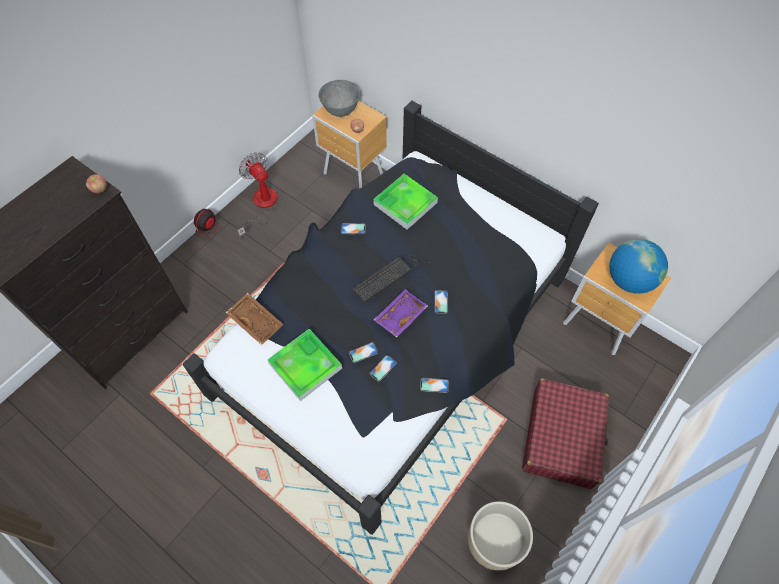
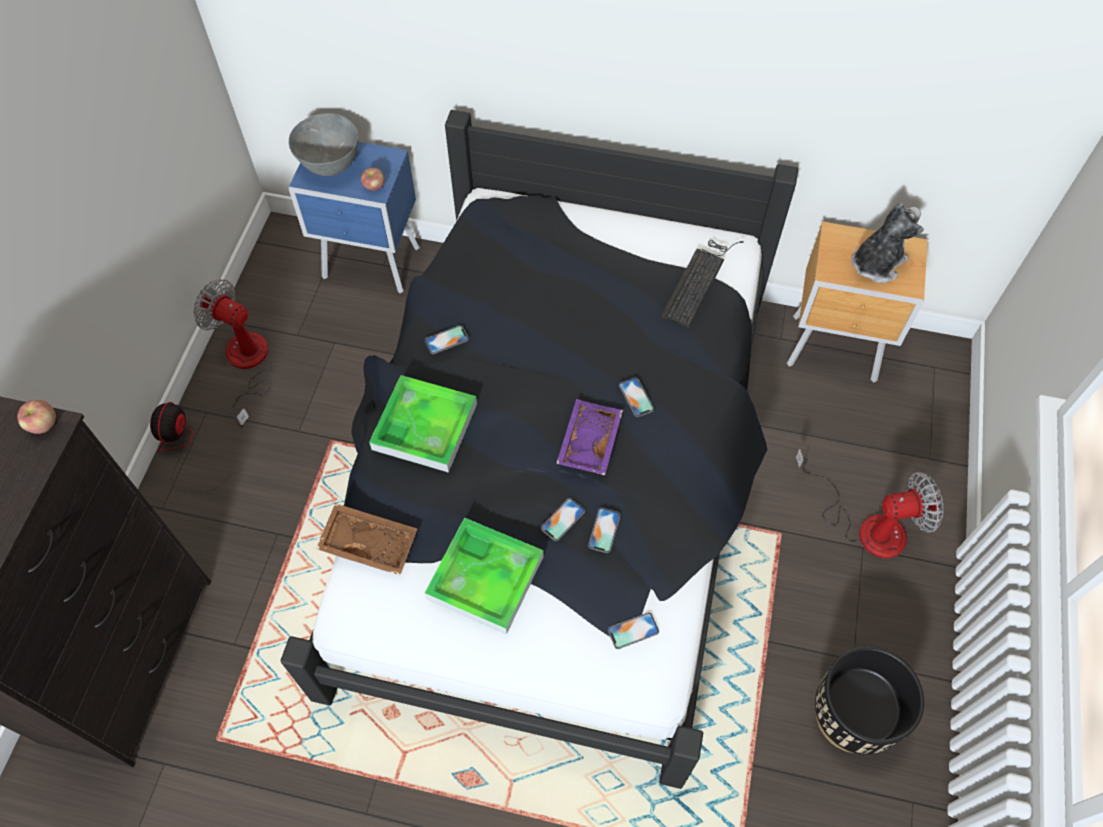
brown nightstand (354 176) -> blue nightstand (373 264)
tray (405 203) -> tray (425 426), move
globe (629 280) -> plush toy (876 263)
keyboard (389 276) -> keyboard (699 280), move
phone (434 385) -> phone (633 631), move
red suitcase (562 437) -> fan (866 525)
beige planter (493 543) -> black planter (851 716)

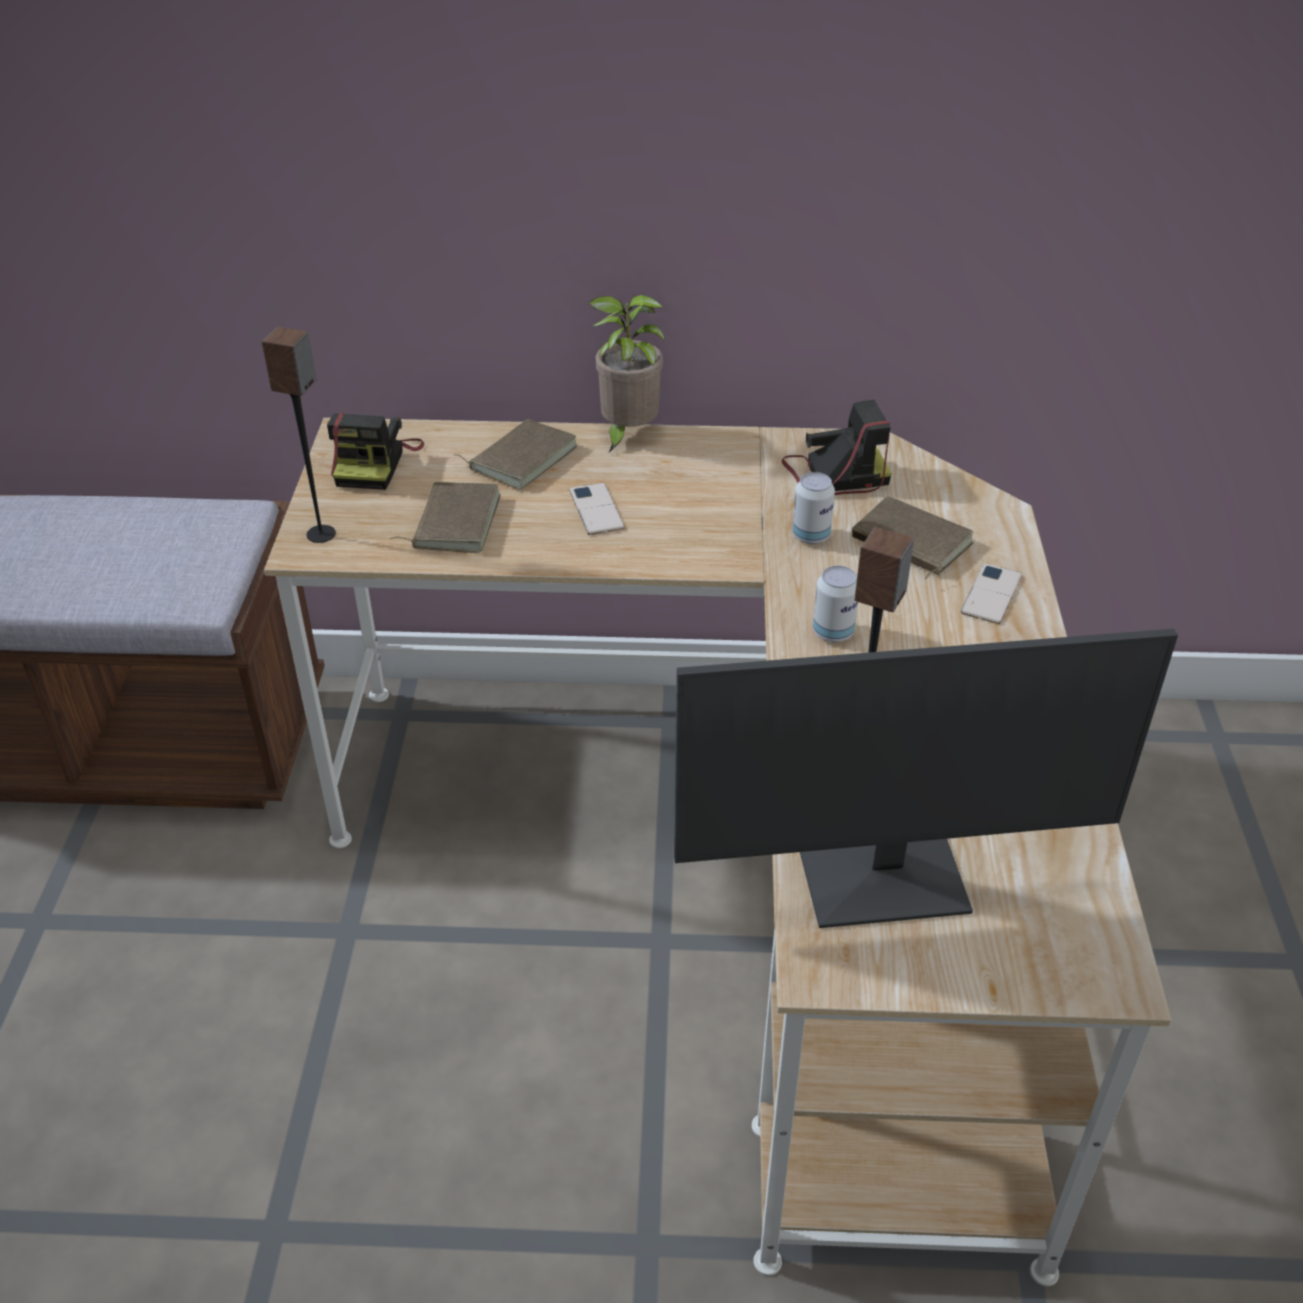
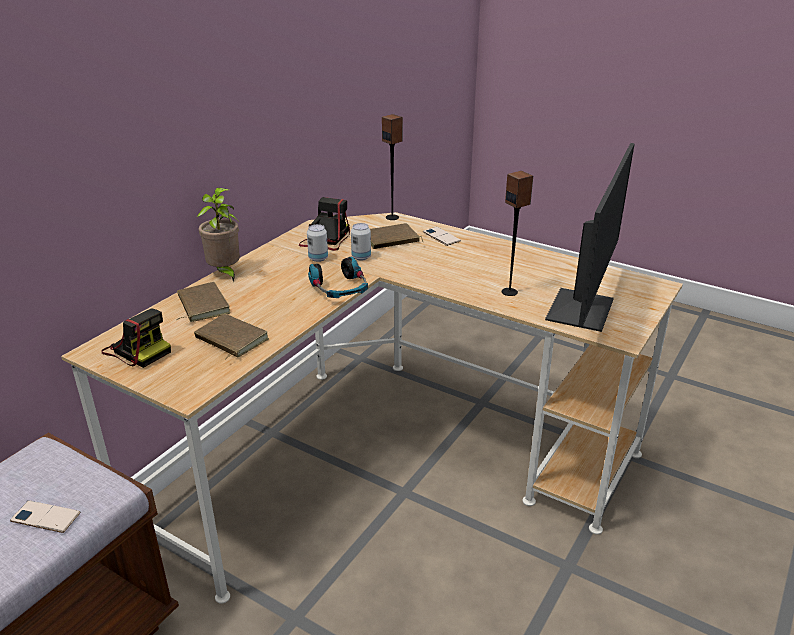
speaker (321 534) -> speaker (392 217), move
phone (596 509) -> phone (45 517), move
can (833 632) -> can (318 258), move
none -> headphones (339 289)

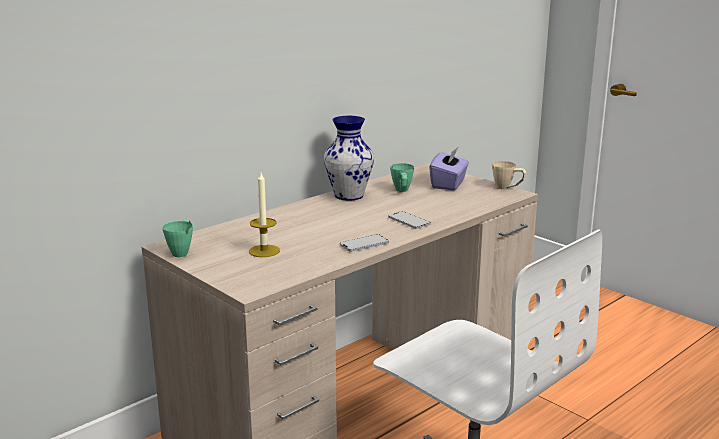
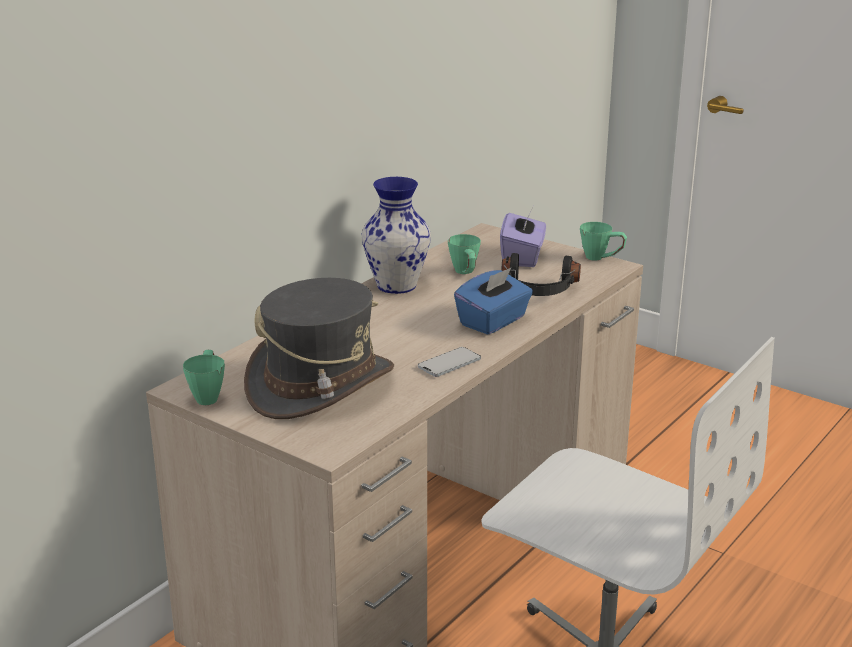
beige mug (507 188) -> green mug (601 258)
candle (264 251) -> grey hat (320 385)
phone (409 221) -> blue tissue box (493 321)
none -> black headphones (538 291)

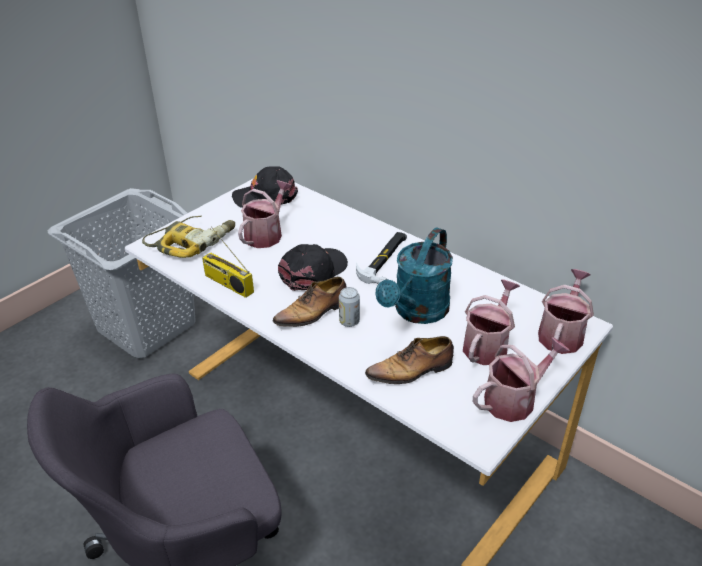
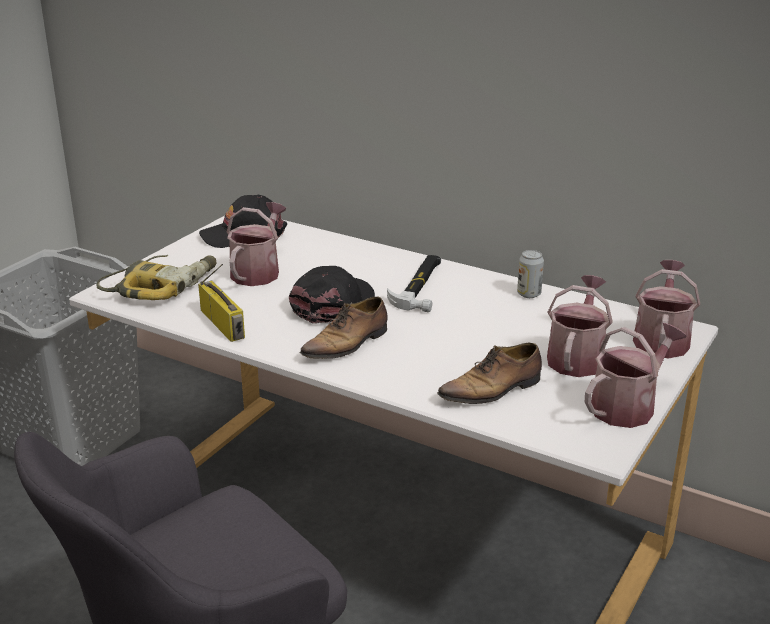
radio (227 283) -> radio (224 324), 150 degrees counterclockwise
turquoise watering can (417 312) -> none
can (349 321) -> can (529 294), move

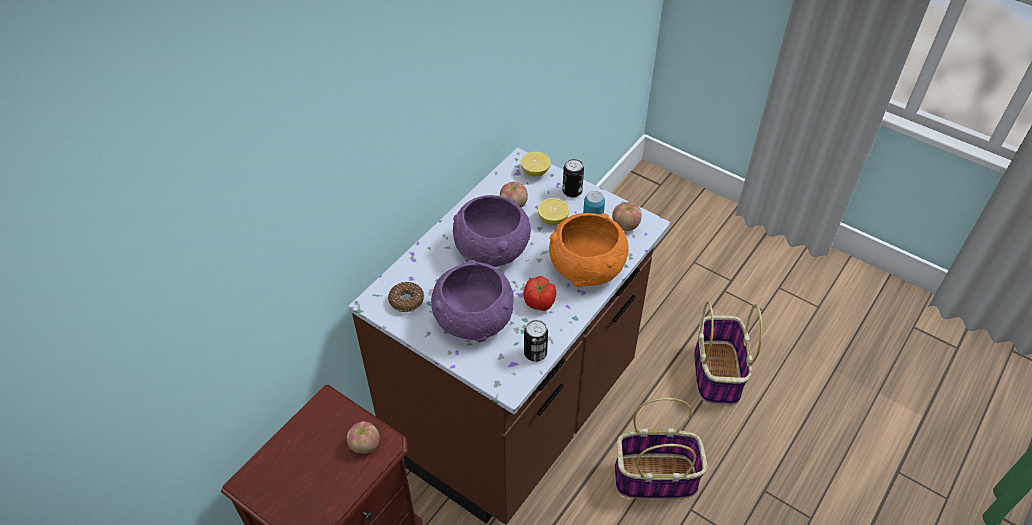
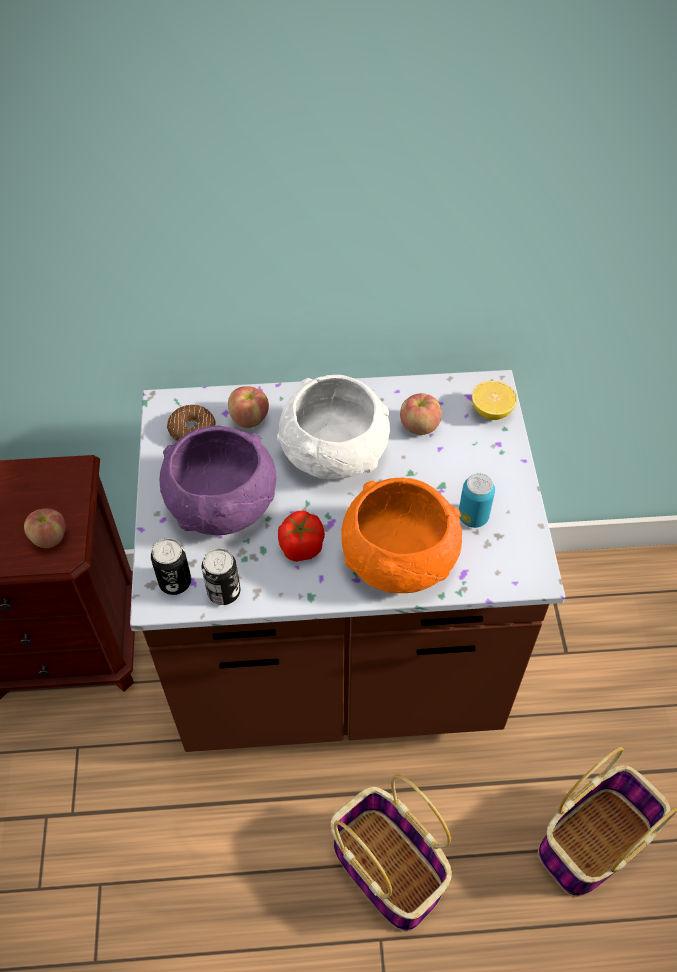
can (572 191) -> can (175 582), move
purple bowl (491 249) -> white bowl (334 451)
lemon (552 219) -> none
apple (625 225) -> apple (249 418), move

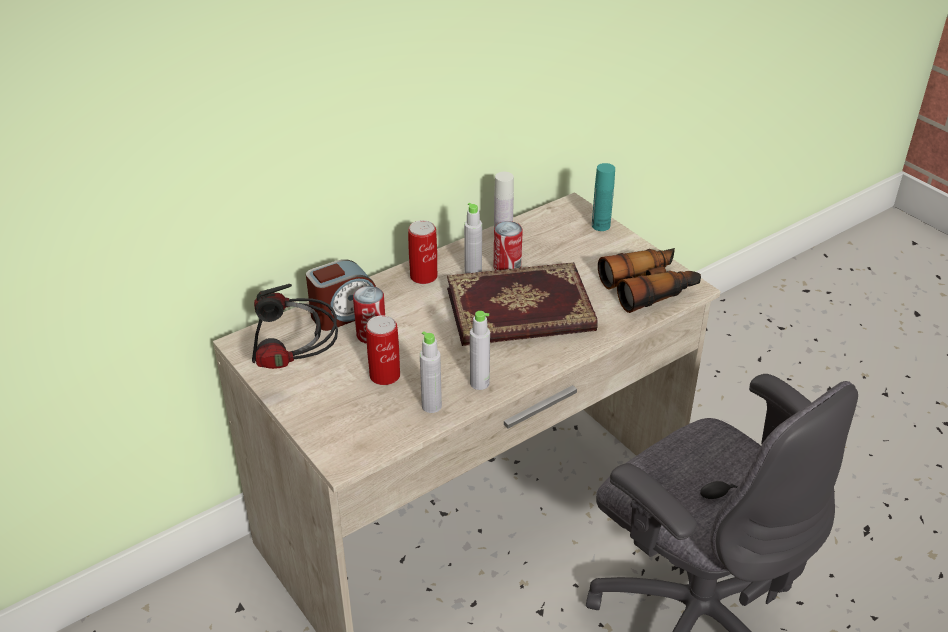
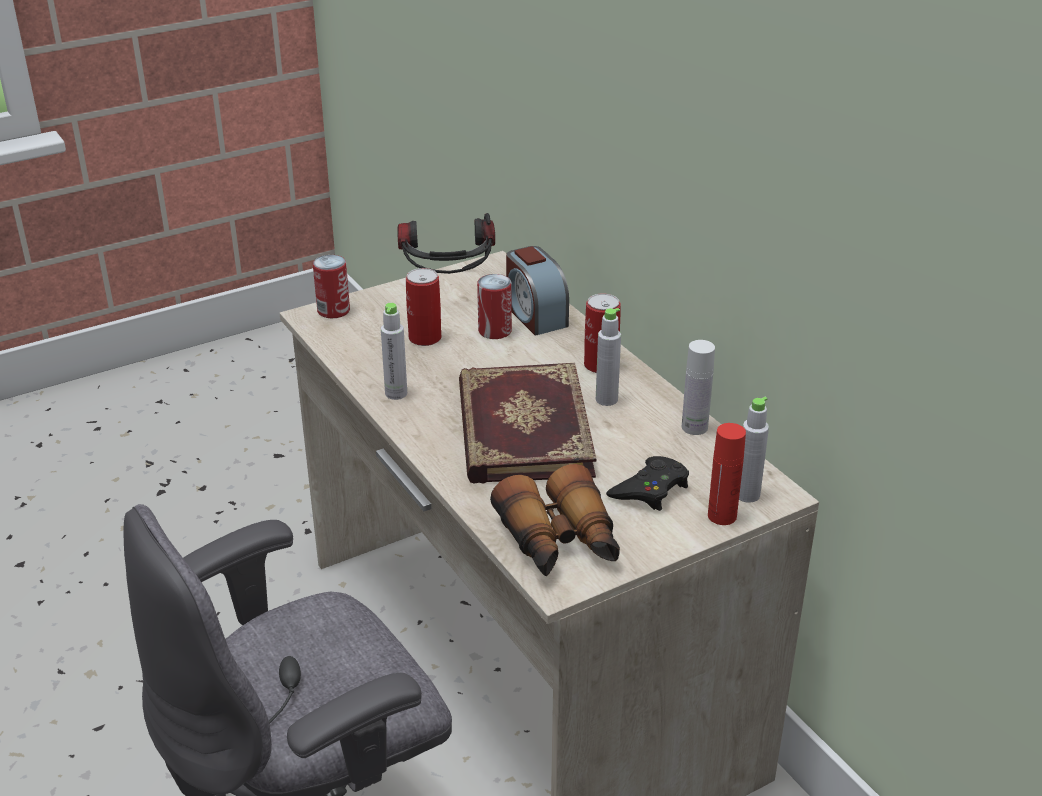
turquoise bottle (600 226) -> red bottle (722 516)
can (507 267) -> can (333 310), move
grey bottle (431 406) -> grey bottle (747 495), move
none -> black game controller (650 489)

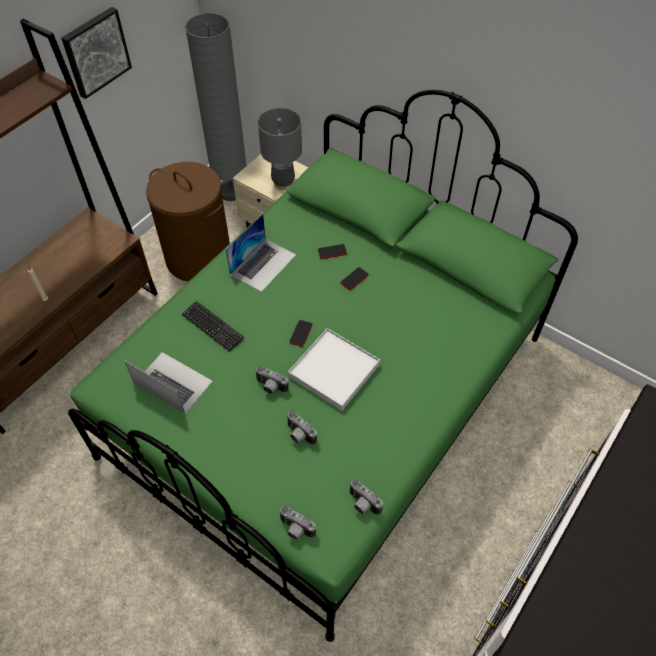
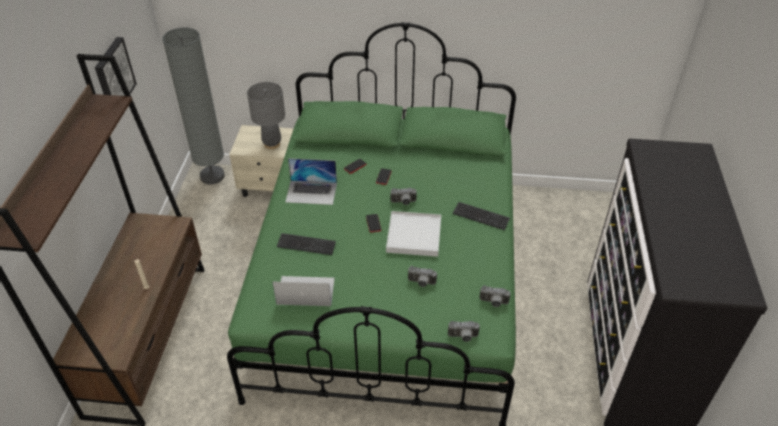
brown laundry basket (199 257) -> none
laptop (263 264) -> laptop (311 192), 90 degrees clockwise
photo camera (270 387) -> photo camera (403 202), move
none -> keyboard (481 217)

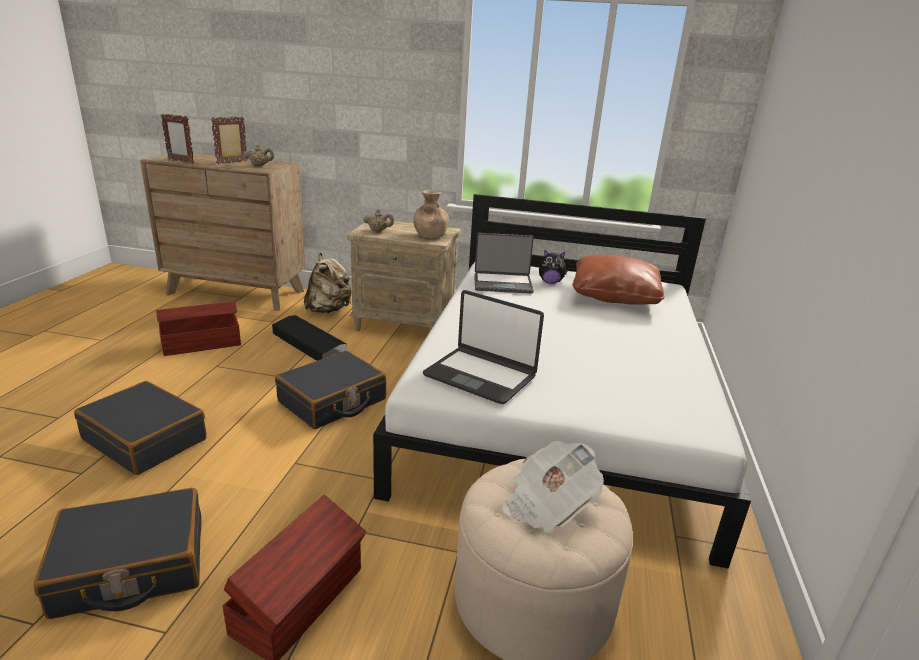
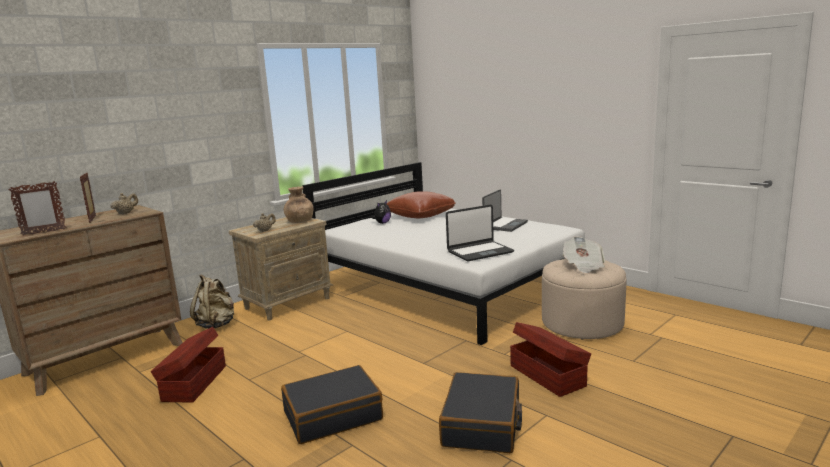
laptop (503 284) -> laptop (504 225), move
black storage box (309 344) -> none
black suitcase (332 401) -> none

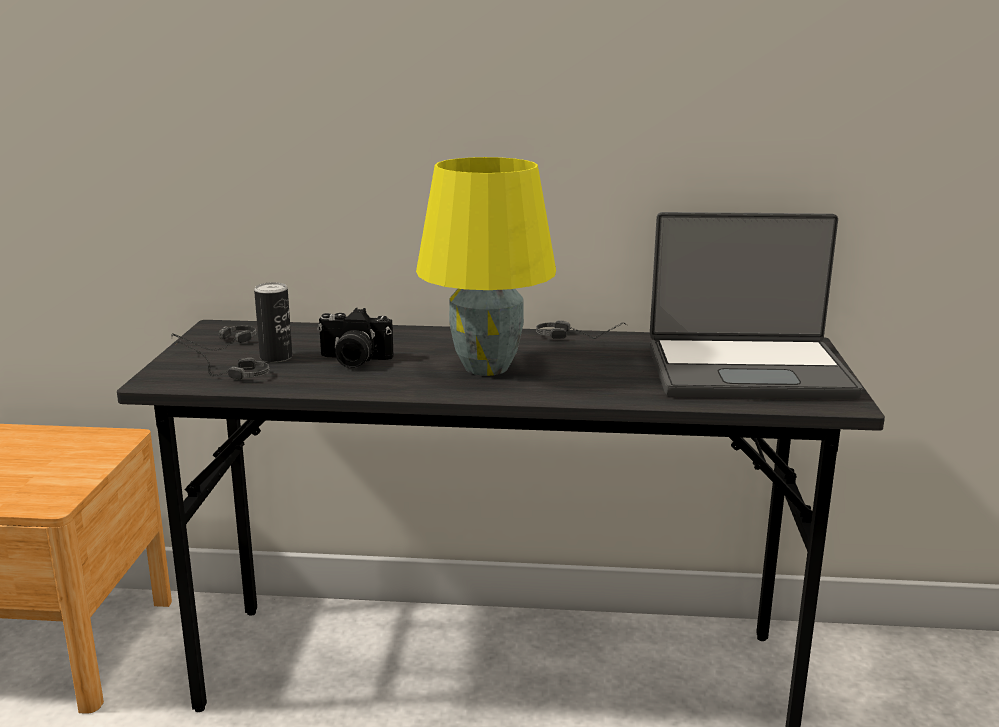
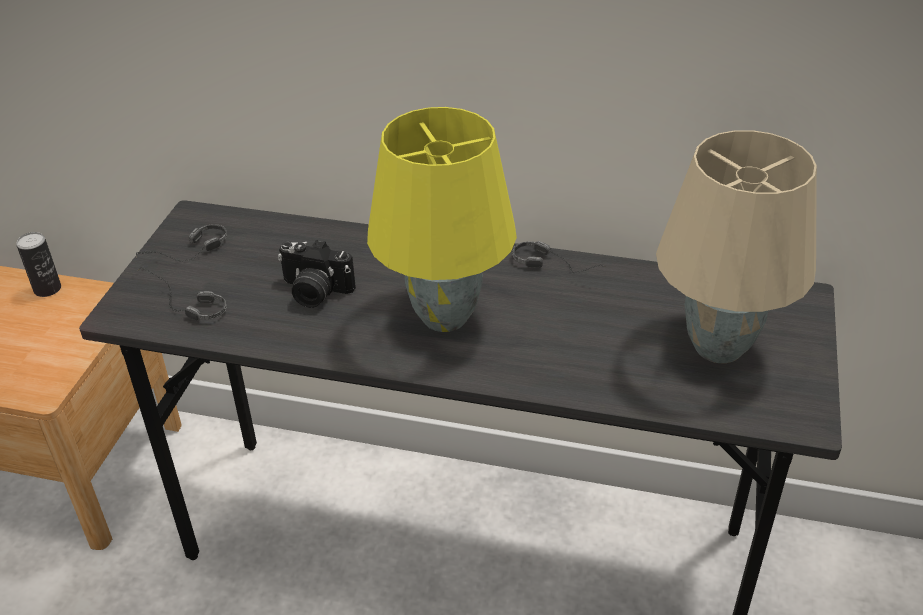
laptop (747 371) -> beige table lamp (719 346)
can (276 357) -> can (47 289), move

